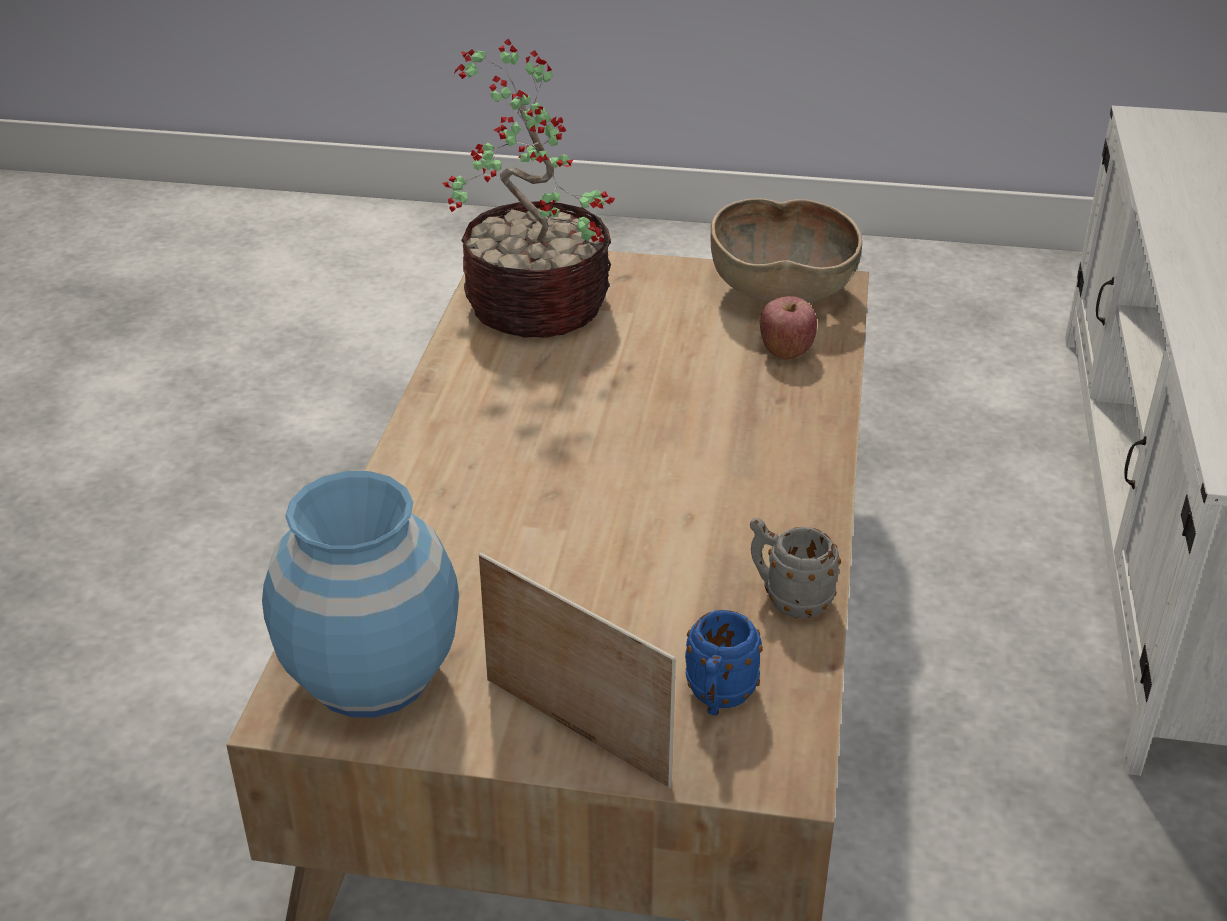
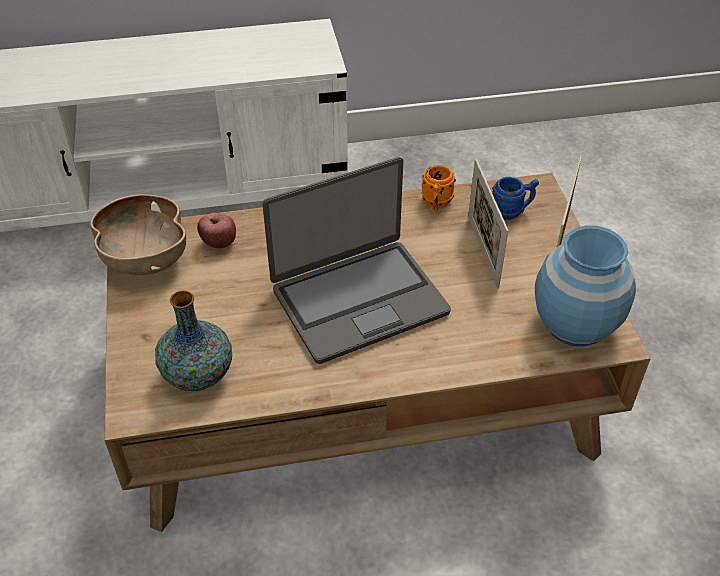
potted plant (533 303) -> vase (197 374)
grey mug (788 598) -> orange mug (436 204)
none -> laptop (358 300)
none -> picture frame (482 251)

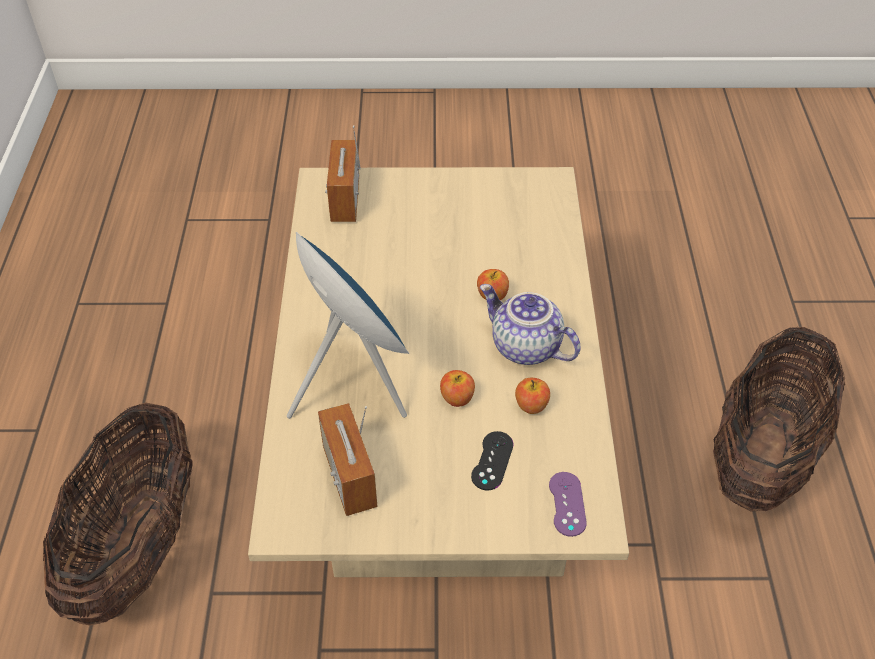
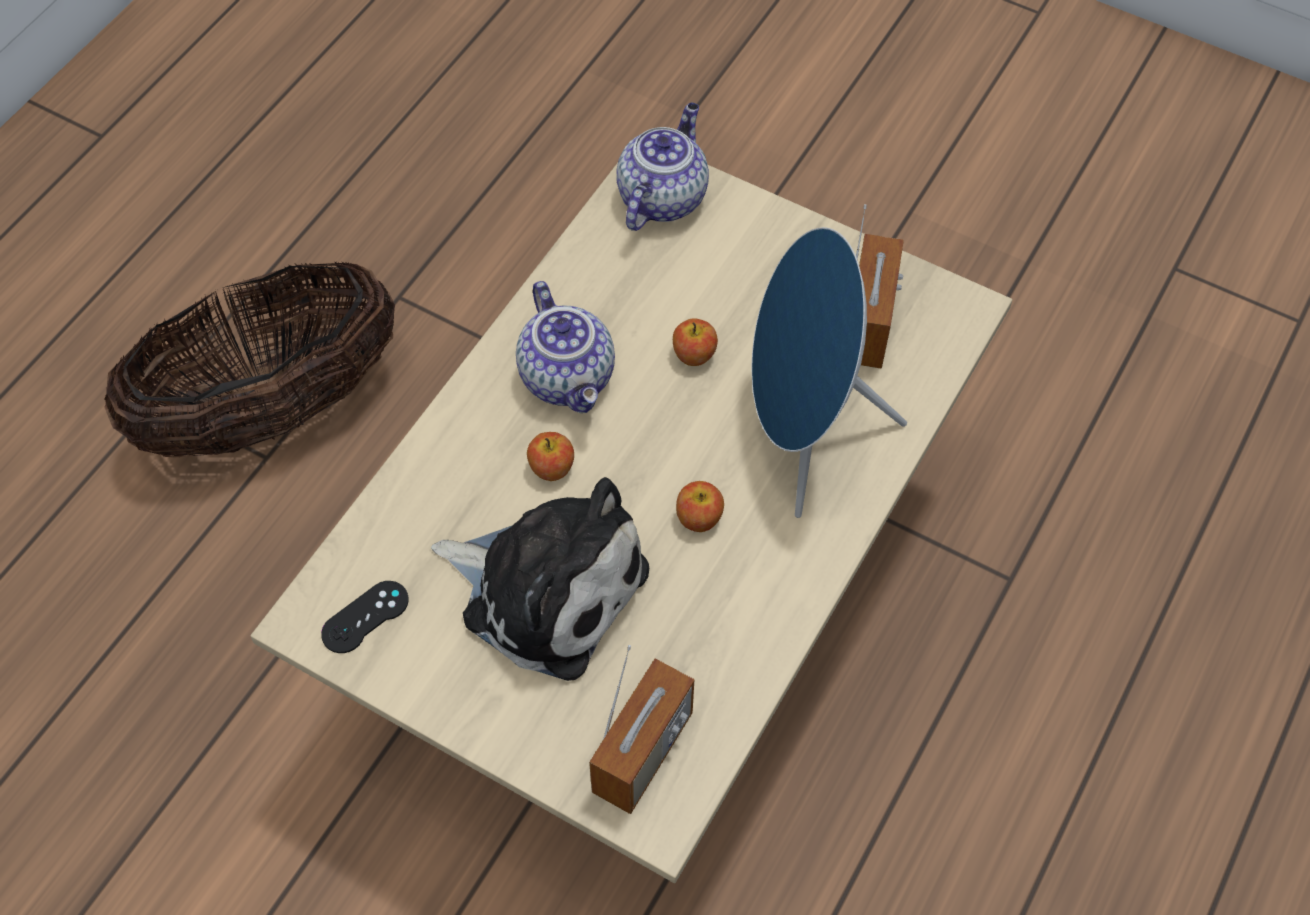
apple (531 405) -> apple (699 518), move
basket (138 546) -> none
black game controller (492 461) -> black game controller (365 617), move
purple game controller (567 504) -> teapot (662 197)
none -> plush toy (546 588)

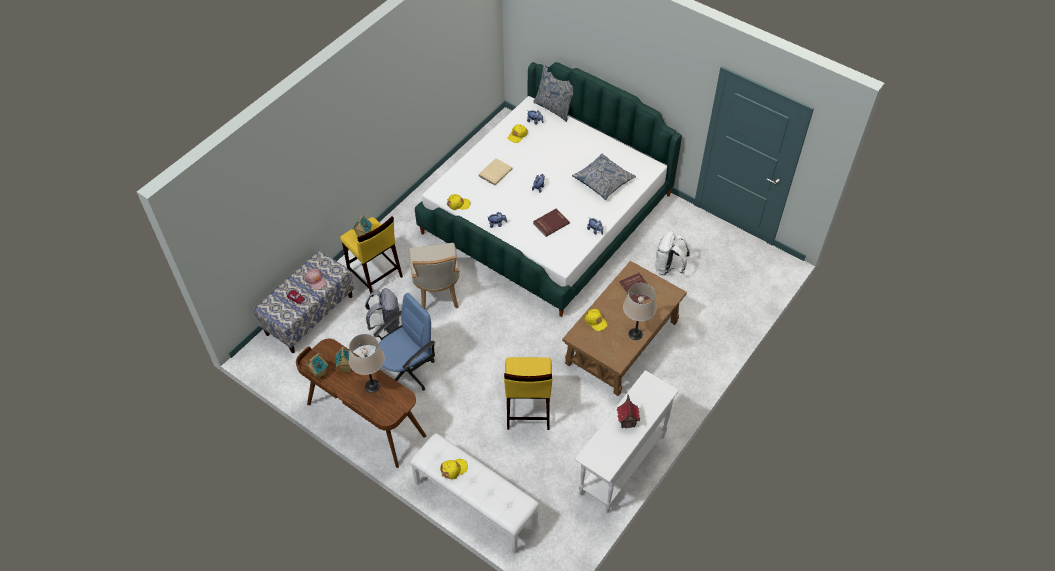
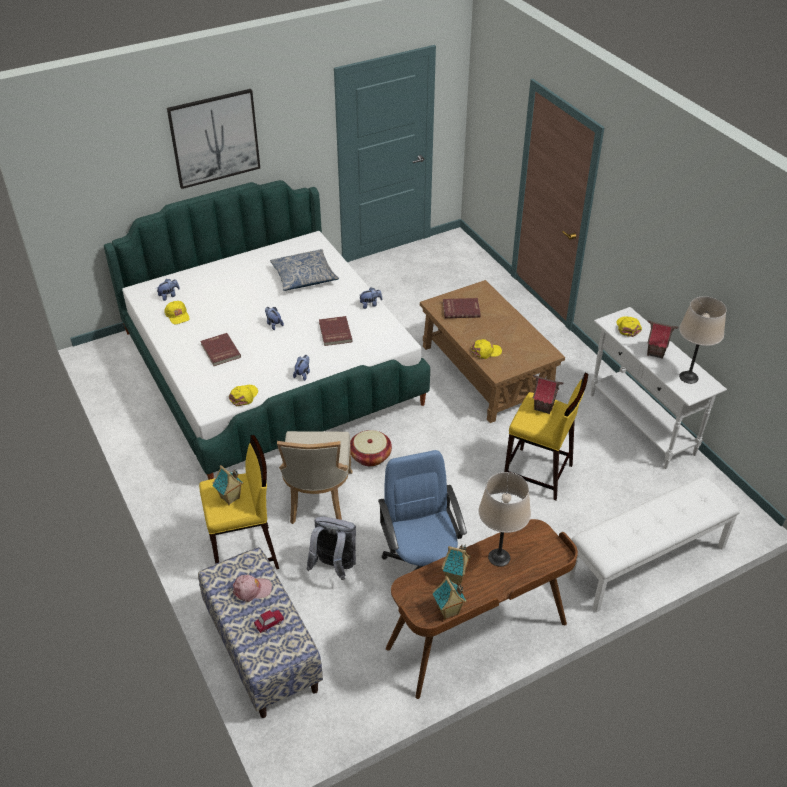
pillow (554 108) -> none
beige book (494 172) -> red book (220 351)
white backpack (668 268) -> none
beige chair (437 292) -> beige chair (318 499), 75 degrees clockwise
beige table lamp (635 334) -> beige table lamp (688 377), move
yellow cap (454 469) -> yellow cap (628 328), move
none -> picture (214 138)
none -> toy house (544 407)
none -> basket (370 456)

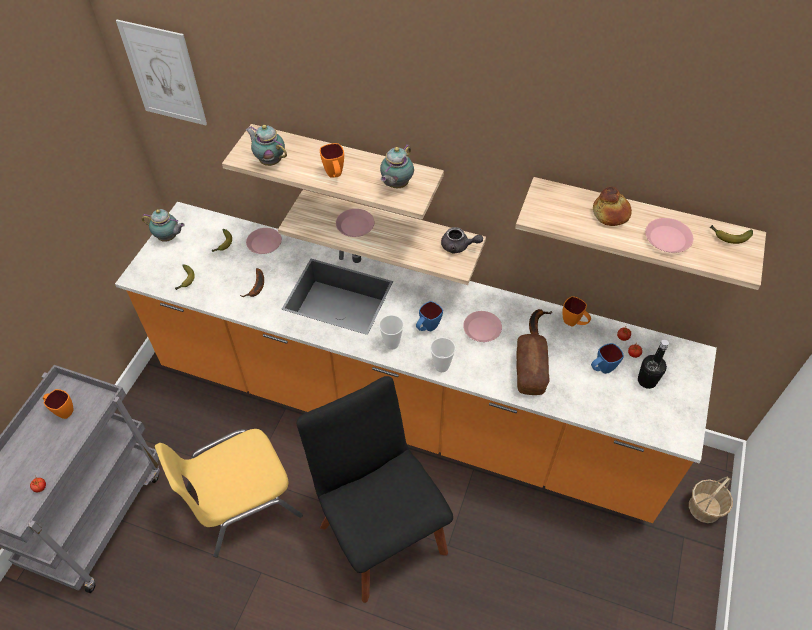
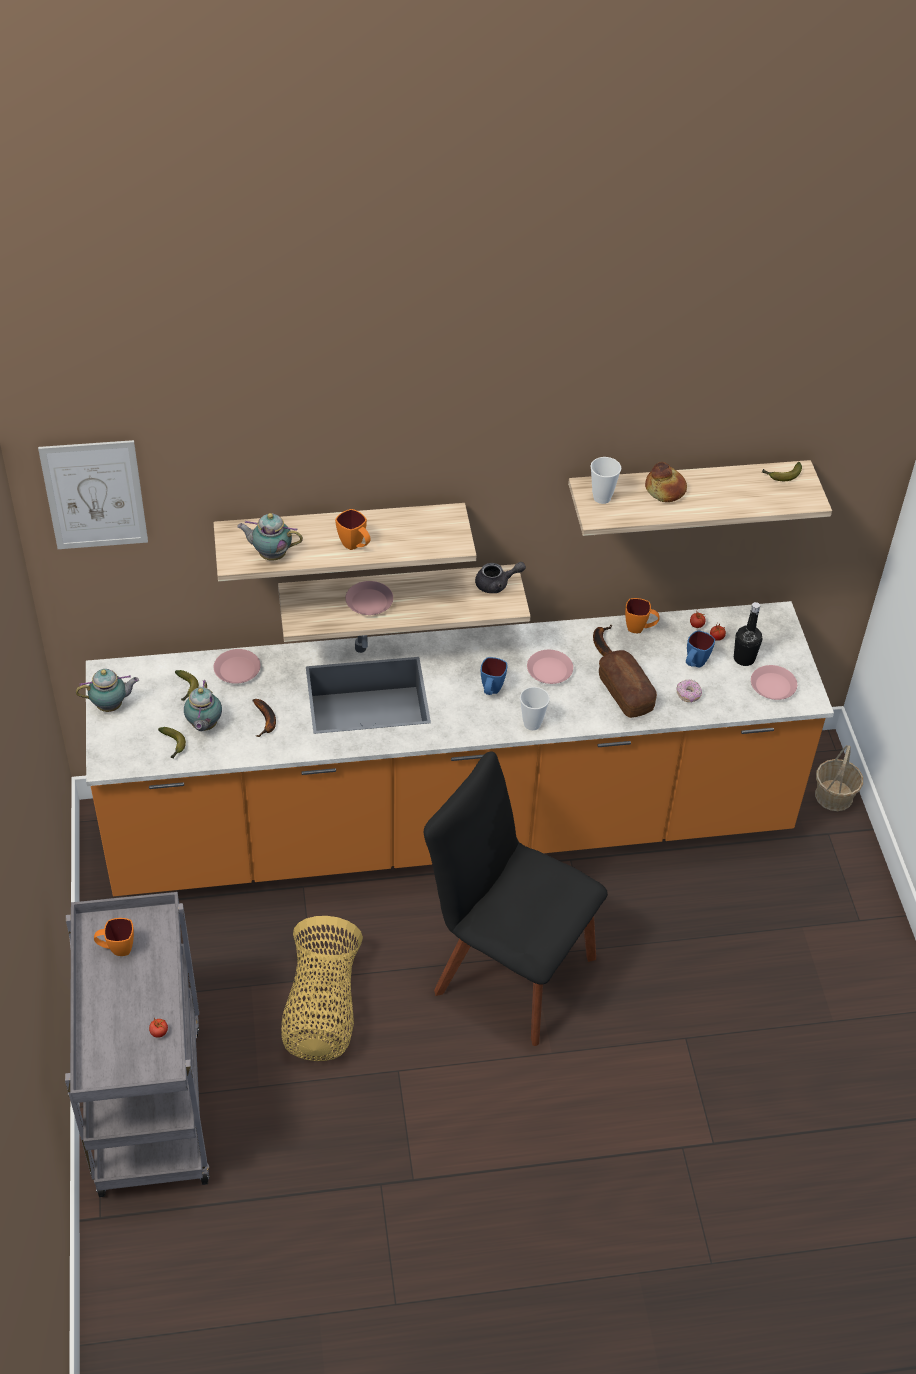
teapot (396 185) -> teapot (204 726), move
pink plate (667 239) -> pink plate (773 686), move
cup (391 343) -> cup (602 497), move
yellow chair (241 502) -> basket (322 1010)
none -> donut (688 695)

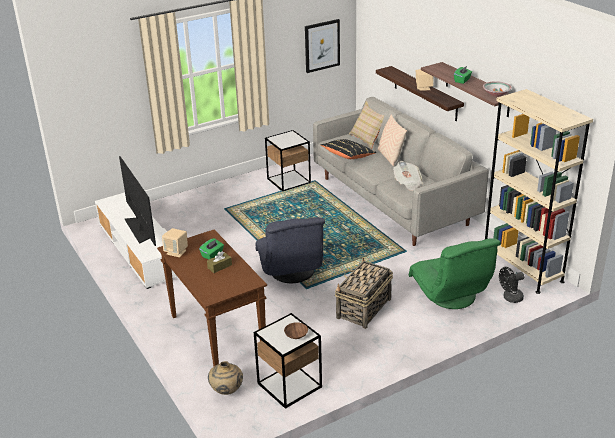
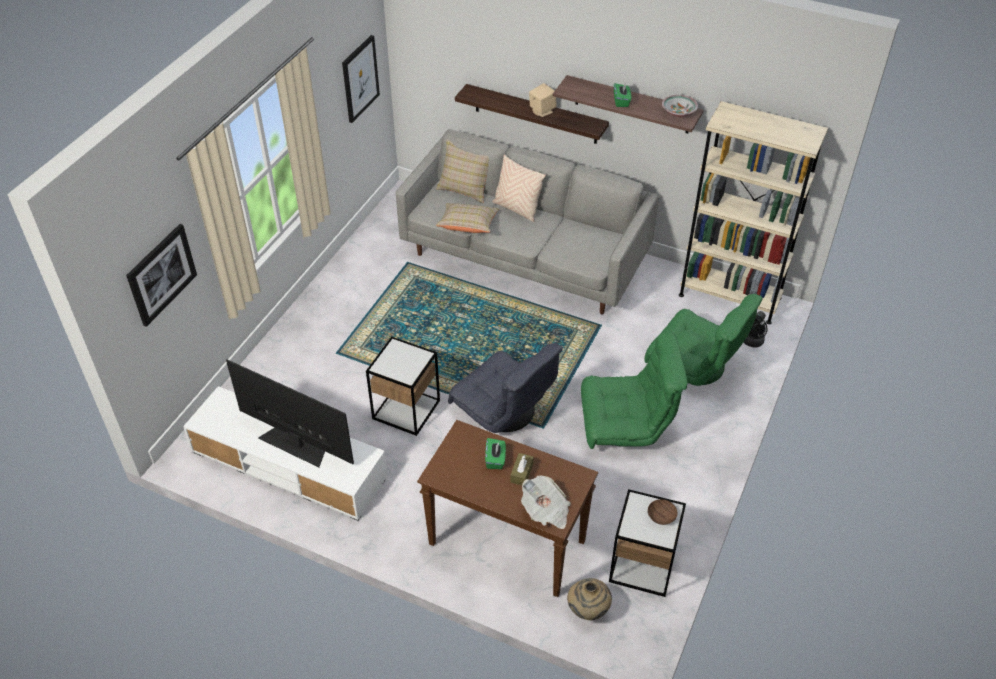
side table (288 181) -> side table (406 409), move
black pillow (348 156) -> beige pillow (468 226)
newspaper (407 183) -> newspaper (546 511), move
beige speaker (176 252) -> none
basket (363 309) -> green armchair (626 426)
none -> picture (161 274)

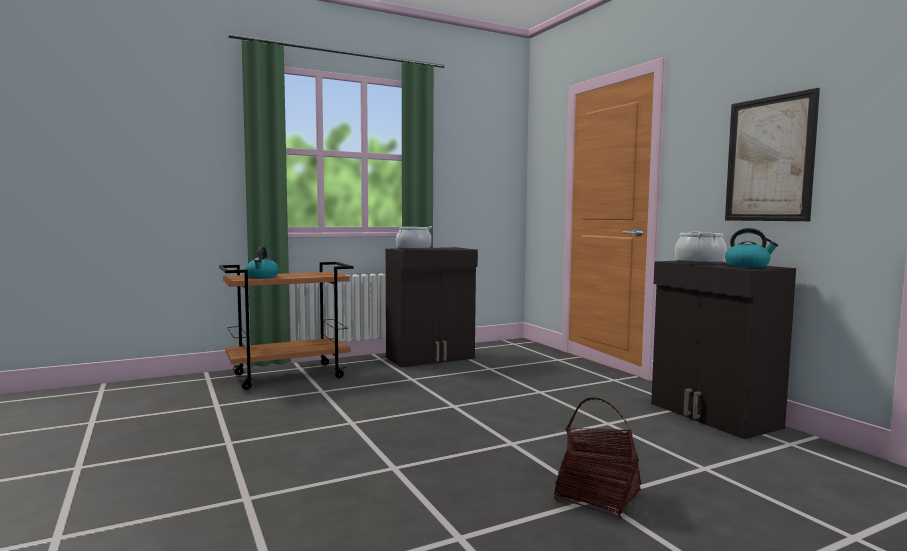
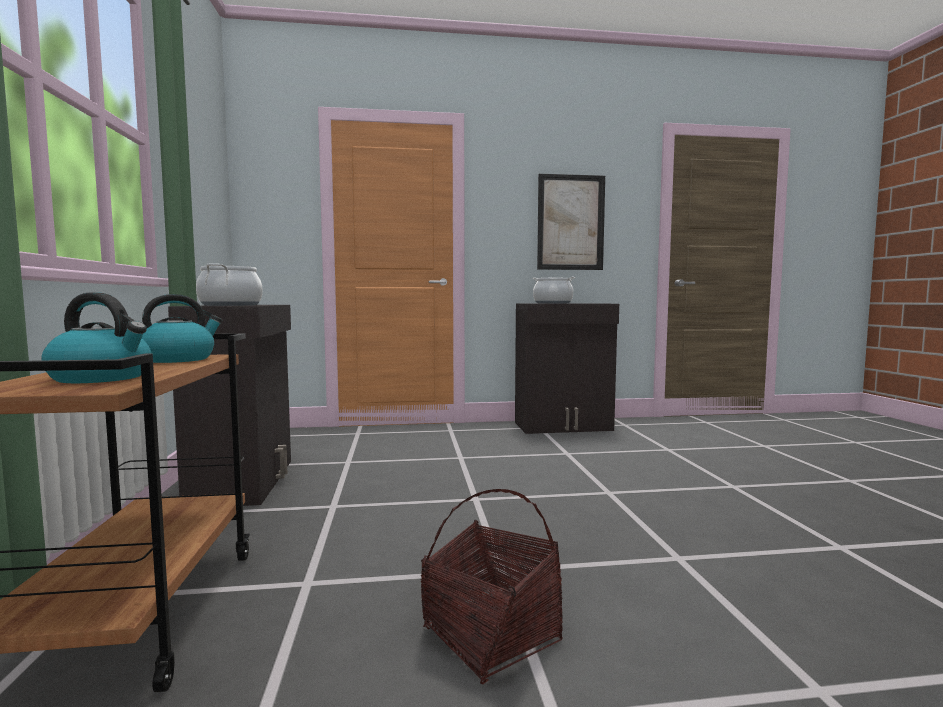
kettle (747 266) -> kettle (178 359), move
basket (597 496) -> basket (490 635), move

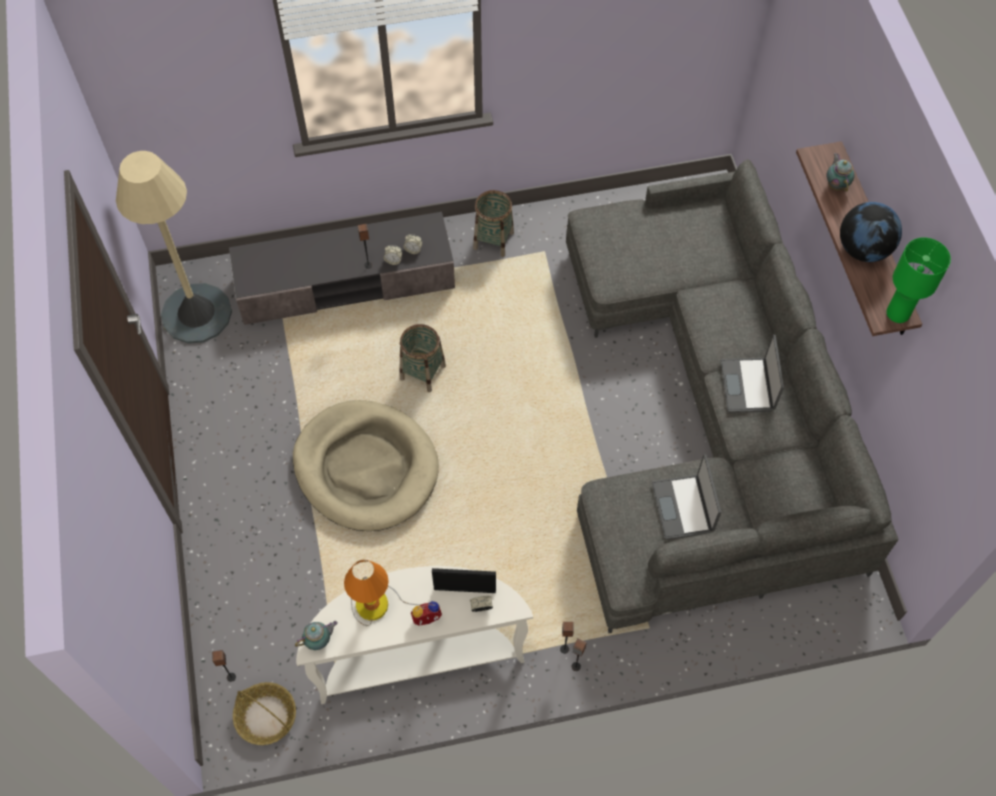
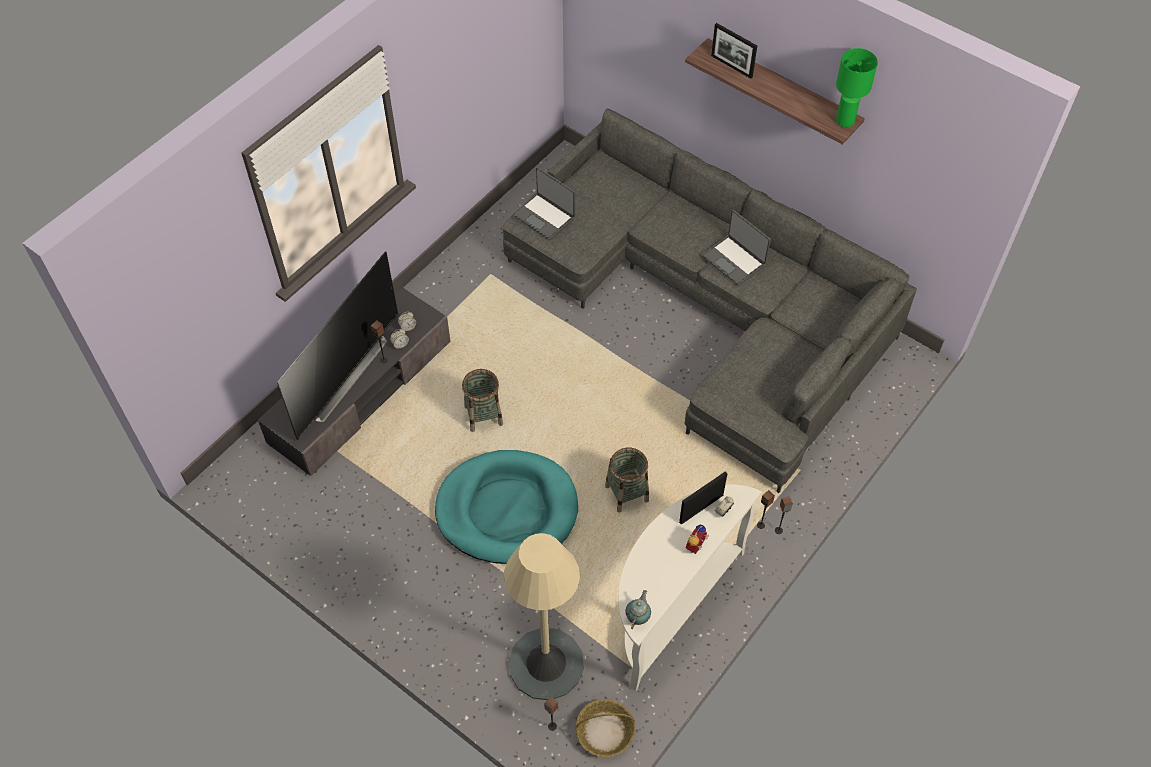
beige floor lamp (196 314) -> beige floor lamp (546 664), move
teapot (836 184) -> picture frame (731 66)
basket (493 240) -> basket (627 494), move
globe (863 249) -> none
beige dog bed (366 468) -> turquoise dog bed (507 510)
laptop (683 507) -> laptop (544 216), move
table lamp (376 603) -> none
none -> television (343 374)

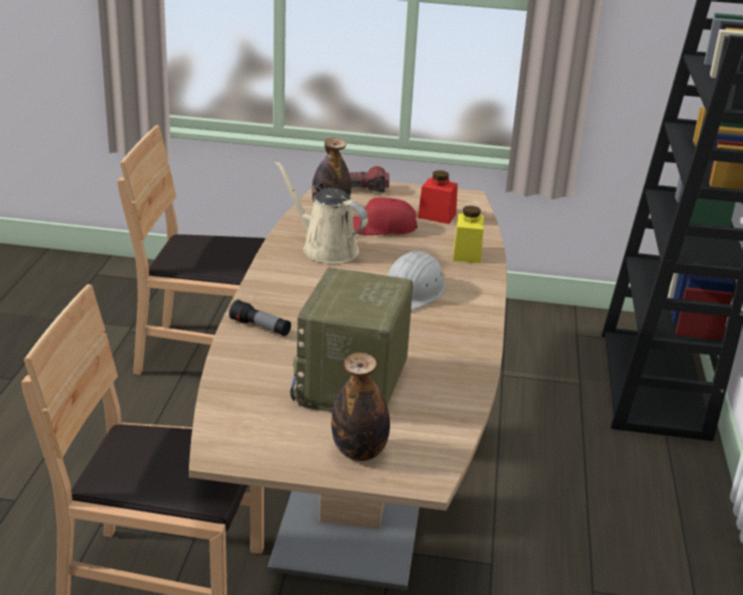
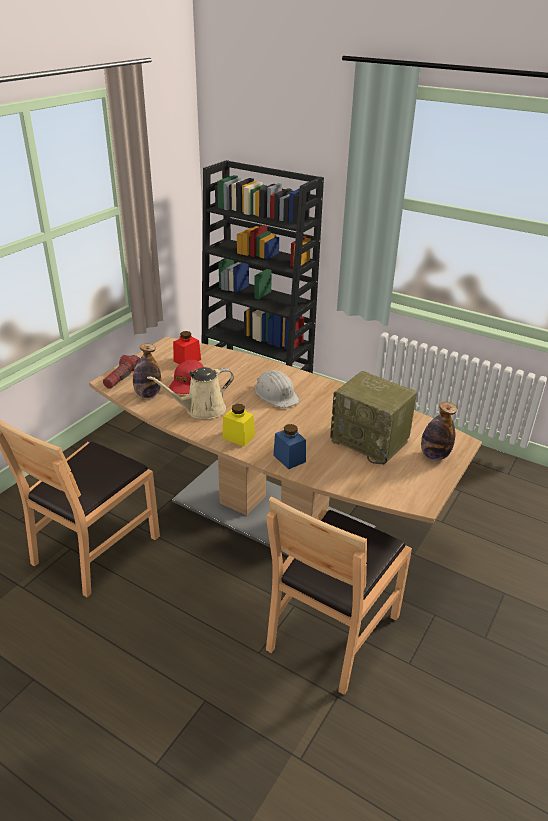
yellow jar (467 254) -> yellow jar (238 437), move
flashlight (260 327) -> blue jar (289 458)

